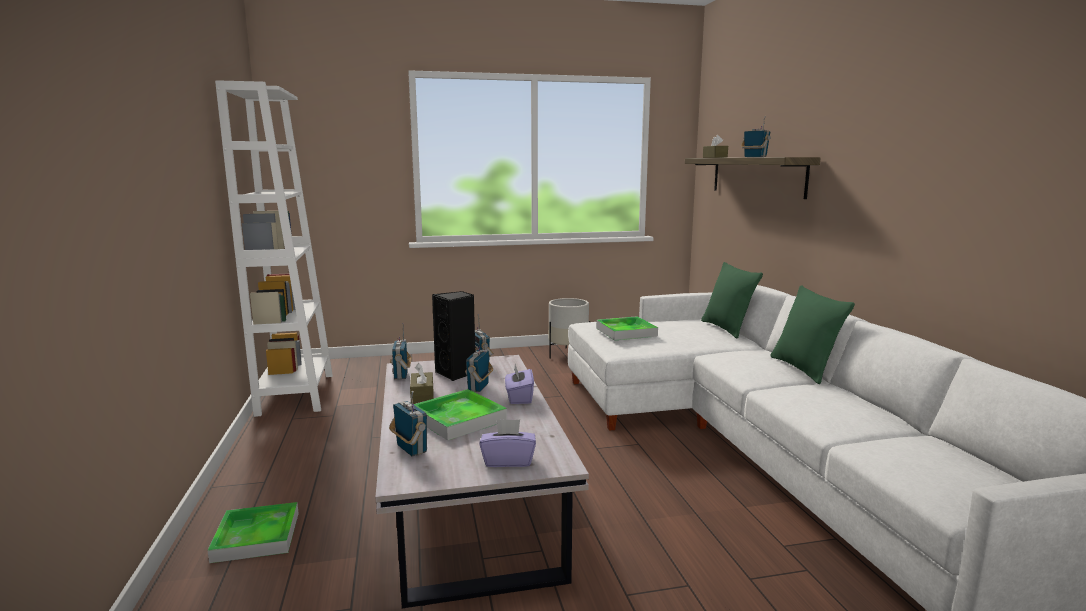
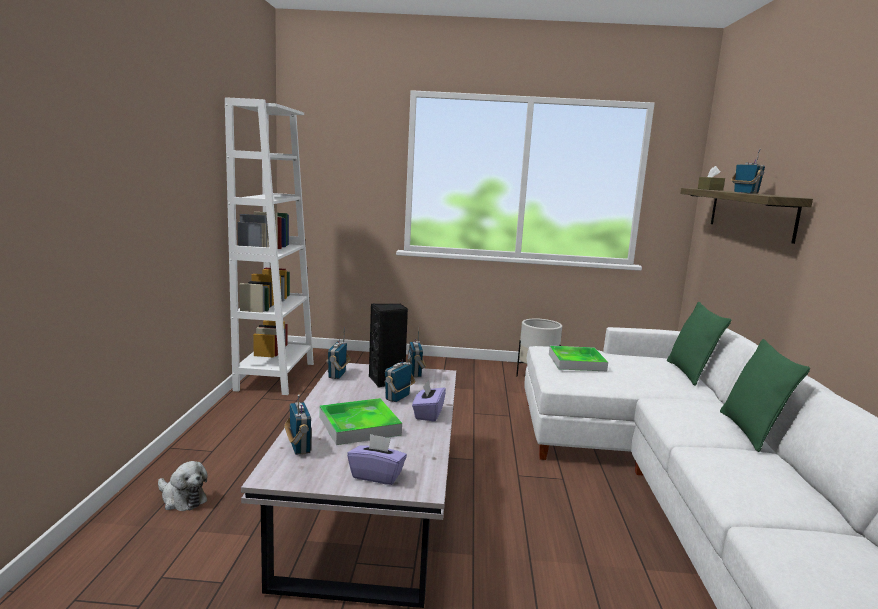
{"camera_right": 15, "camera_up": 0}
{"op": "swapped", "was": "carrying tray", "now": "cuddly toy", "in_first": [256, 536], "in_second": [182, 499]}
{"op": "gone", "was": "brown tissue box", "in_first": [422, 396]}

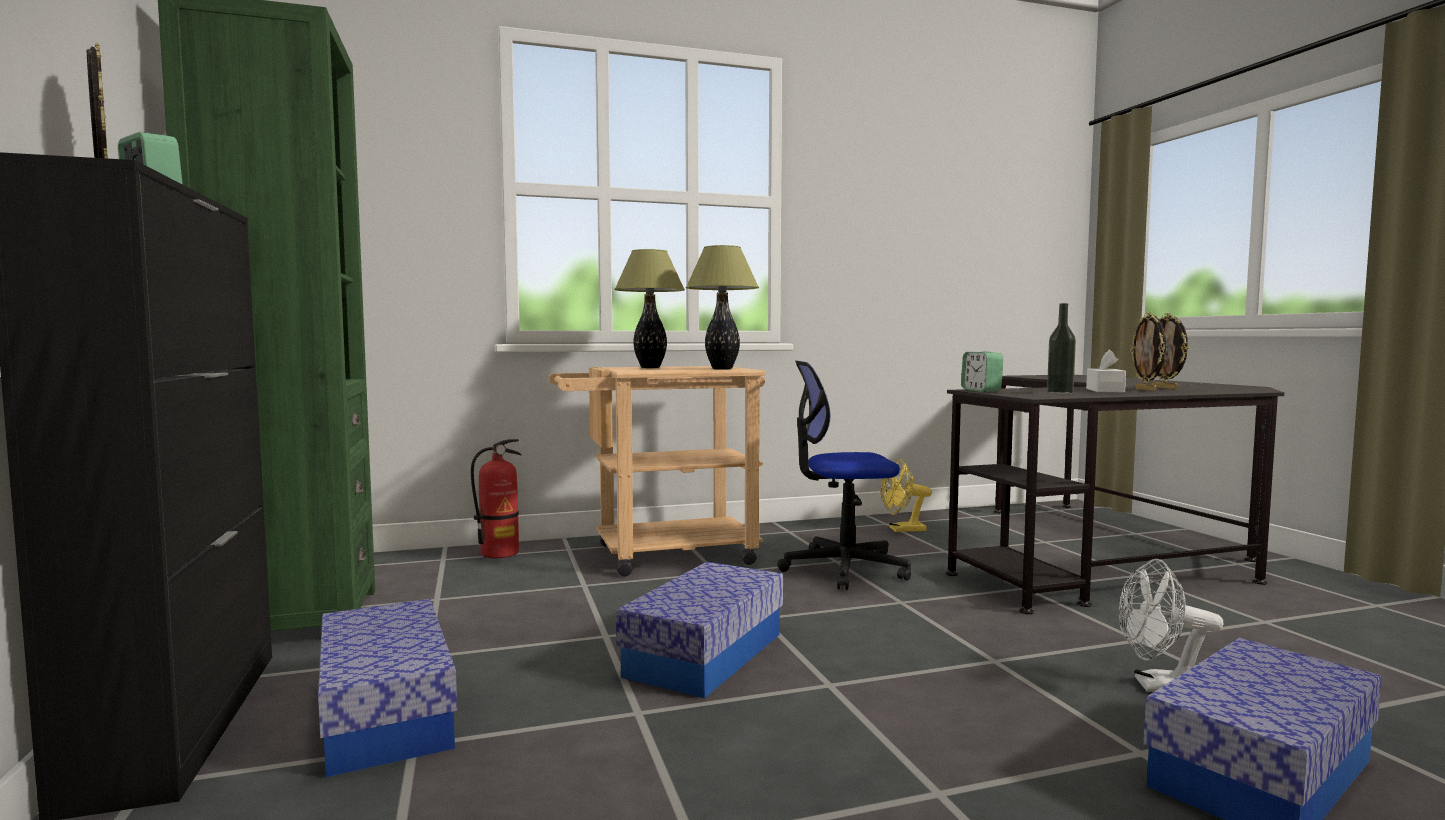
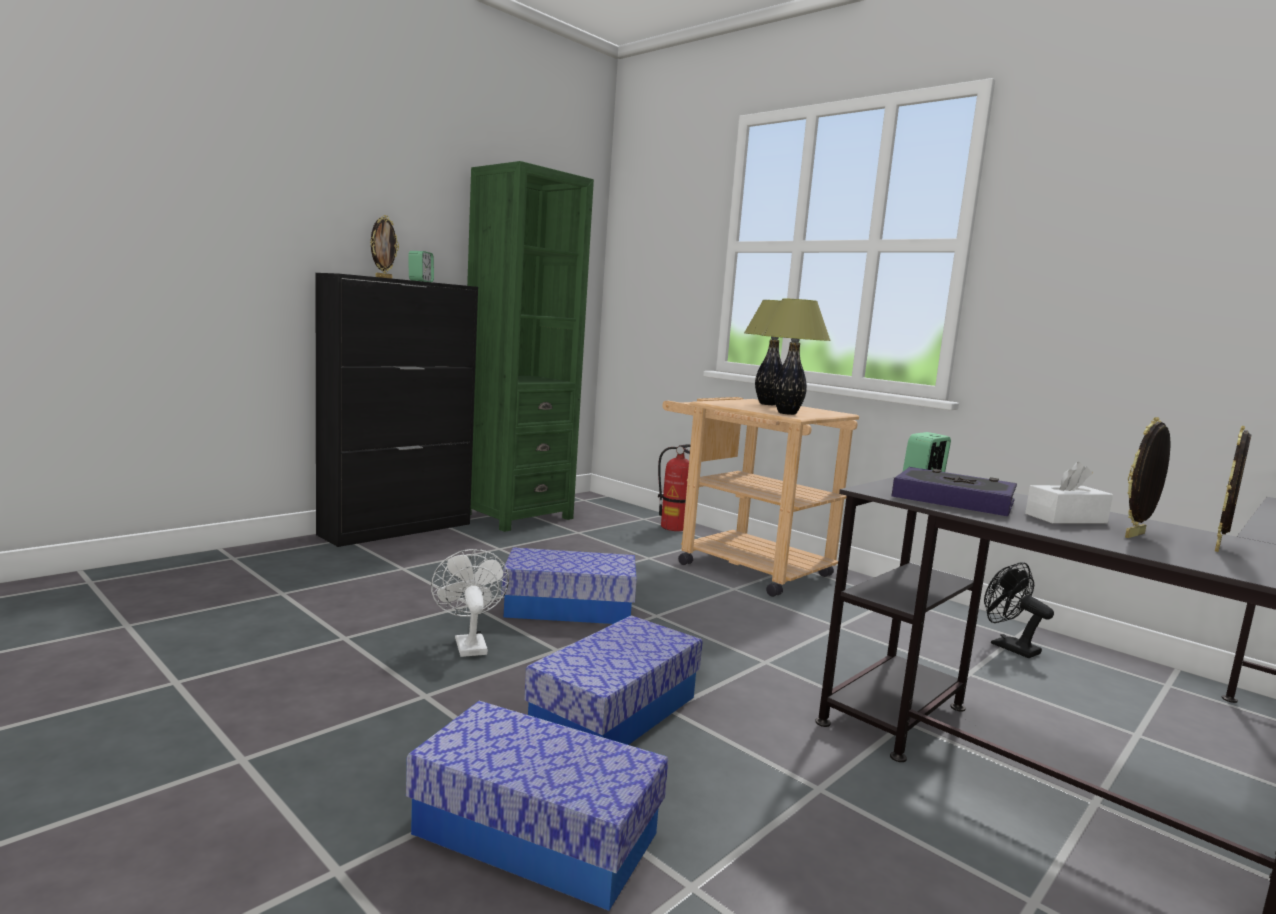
{"camera_right": 60, "camera_up": 5}
{"op": "shifted", "was": "white fan", "in_first": [1160, 686], "in_second": [468, 644]}
{"op": "shifted", "was": "storage box", "in_first": [386, 714], "in_second": [615, 713]}
{"op": "swapped", "was": "drink bottle", "now": "book", "in_first": [1060, 393], "in_second": [953, 500]}
{"op": "repainted", "was": "yellowish fan", "now": "black fan", "in_first": [902, 530], "in_second": [1008, 646]}
{"op": "gone", "was": "desk chair", "in_first": [843, 569]}

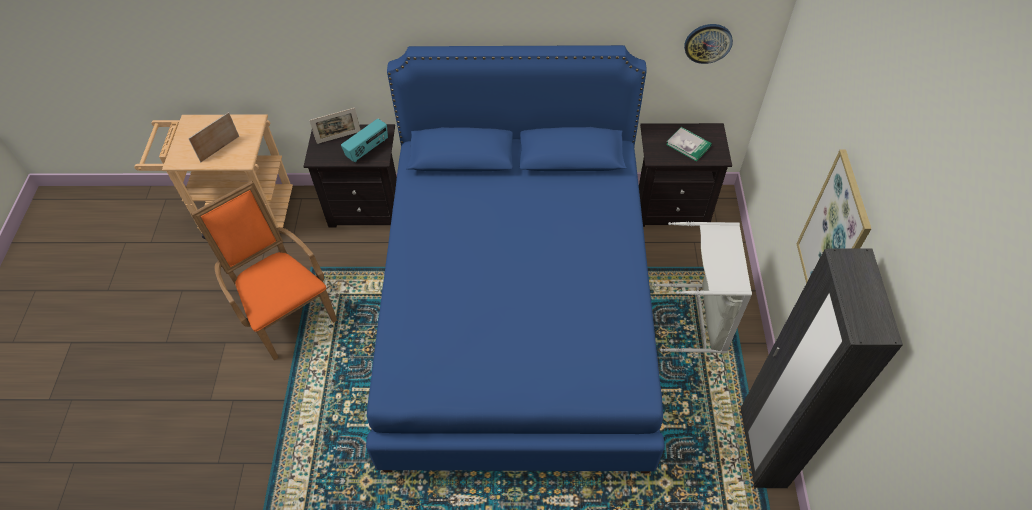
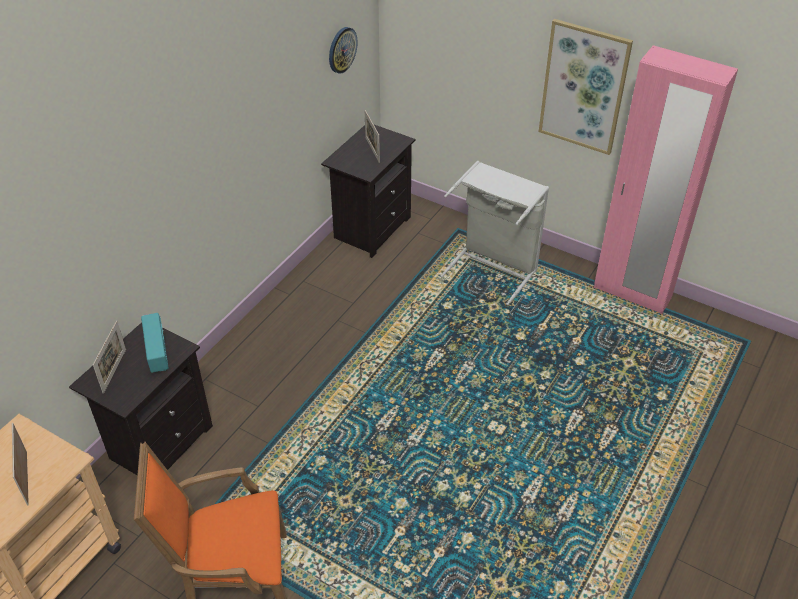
{"camera_right": -60, "camera_up": -10}
{"op": "swapped", "was": "book", "now": "photo frame", "in_first": [688, 145], "in_second": [372, 149]}
{"op": "repainted", "was": "black wardrobe", "now": "pink-coloured wardrobe", "in_first": [761, 448], "in_second": [632, 293]}
{"op": "gone", "was": "blue-coloured sleeping bed", "in_first": [517, 315]}

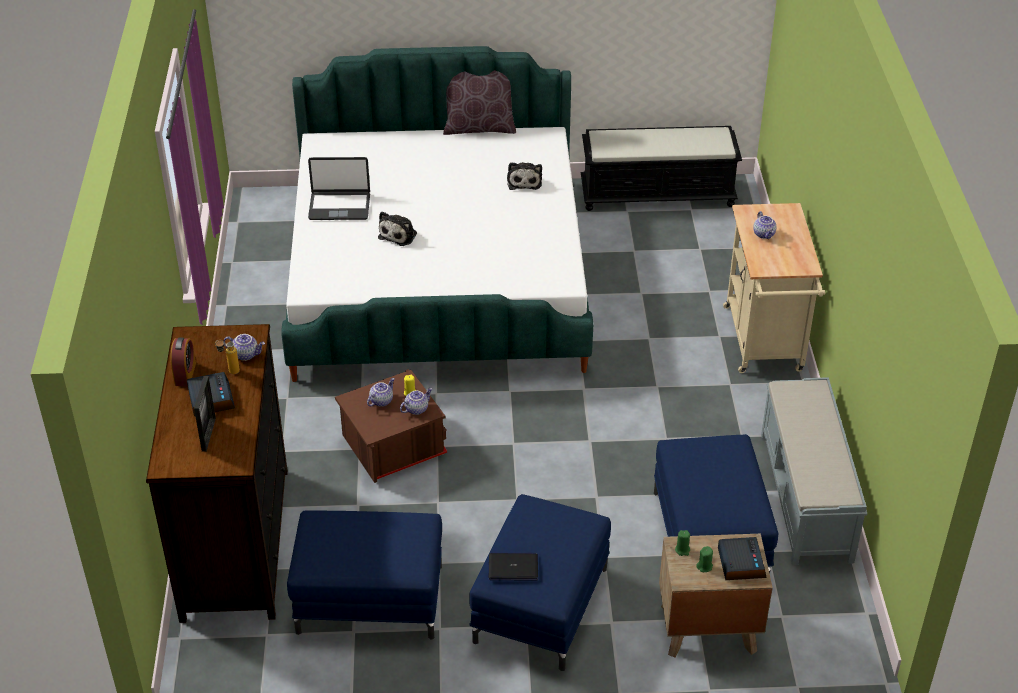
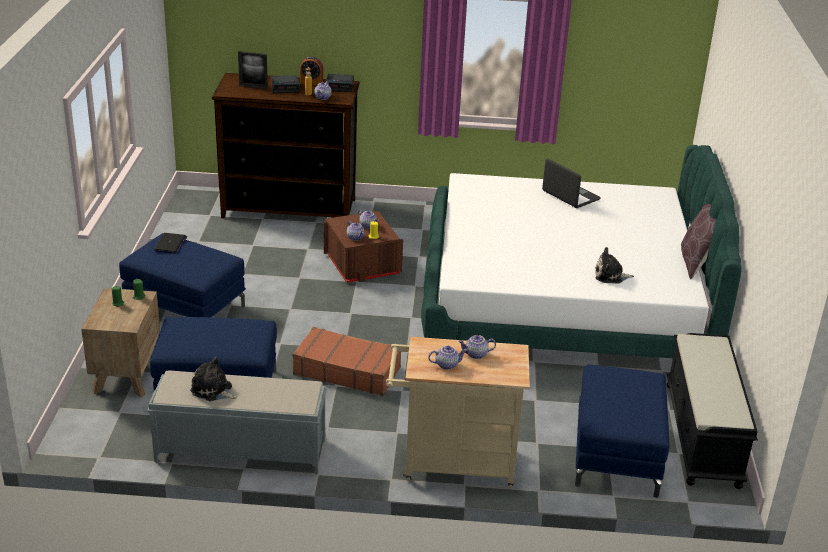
{"camera_right": 95, "camera_up": -10}
{"op": "shifted", "was": "cuddly toy", "in_first": [399, 234], "in_second": [213, 390]}
{"op": "new", "now": "brown piece of luggage", "in_second": [347, 370]}
{"op": "shifted", "was": "table clock", "in_first": [740, 563], "in_second": [340, 86]}
{"op": "new", "now": "pot for tea", "in_second": [446, 364]}
{"op": "rotated", "was": "laptop", "in_first": [339, 206], "in_second": [570, 196], "clockwise": 135}
{"op": "shifted", "was": "blue-coloured ottoman", "in_first": [370, 598], "in_second": [617, 454]}

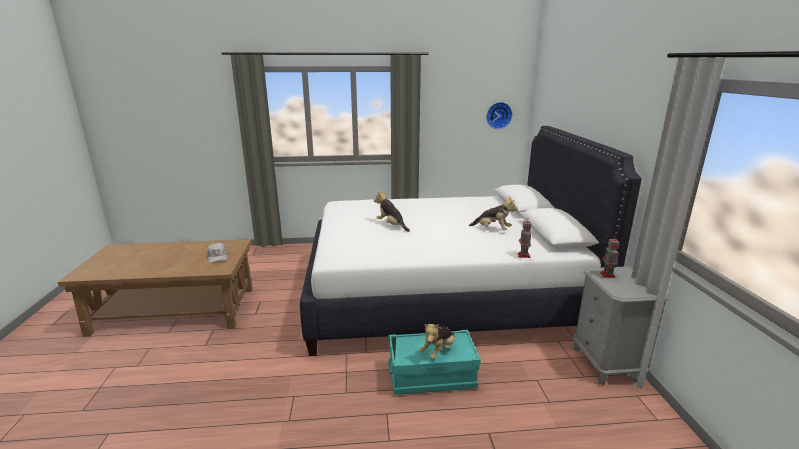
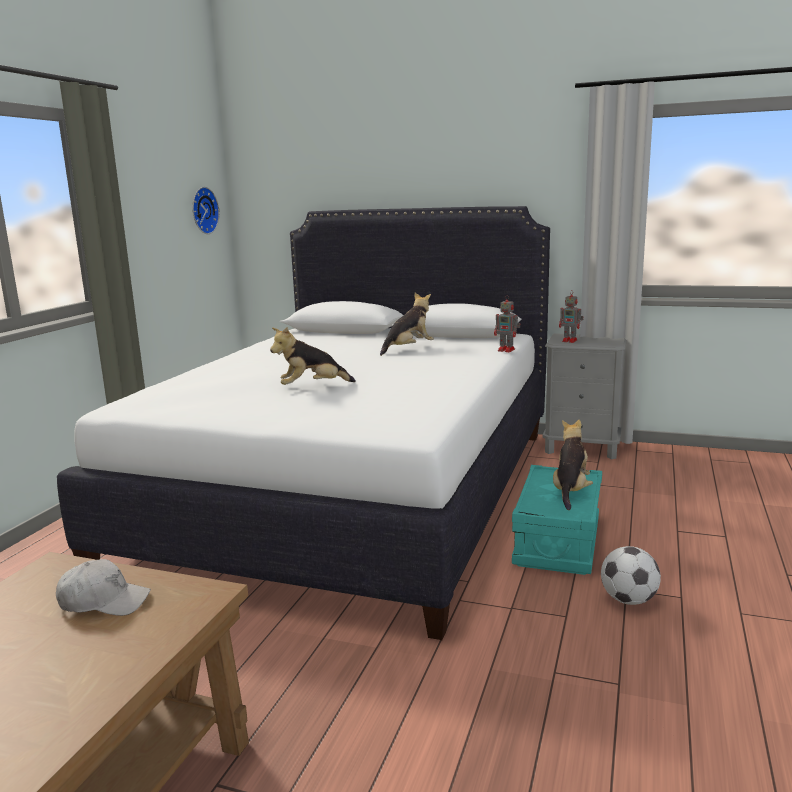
{"camera_right": -65, "camera_up": -5}
{"op": "rotated", "was": "cuddly toy", "in_first": [438, 351], "in_second": [570, 491], "clockwise": -135}
{"op": "new", "now": "ball for football", "in_second": [628, 600]}

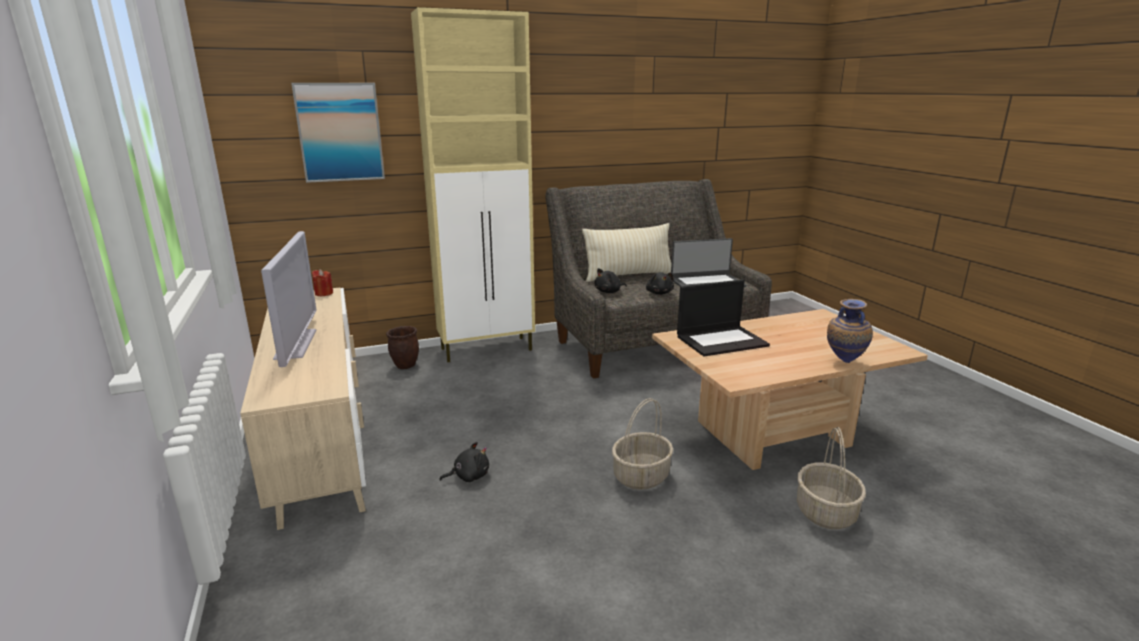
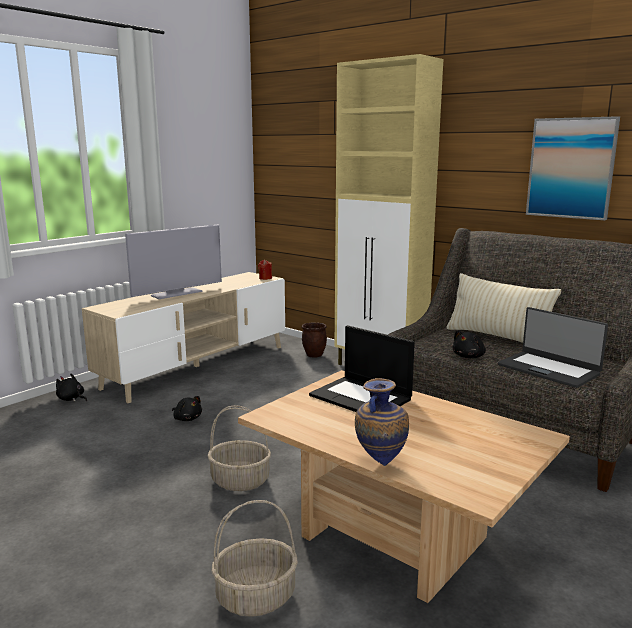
{"camera_right": 60, "camera_up": -5}
{"op": "shifted", "was": "black cuddly toy", "in_first": [609, 292], "in_second": [71, 399]}
{"op": "shifted", "was": "wall picture", "in_first": [340, 132], "in_second": [571, 168]}

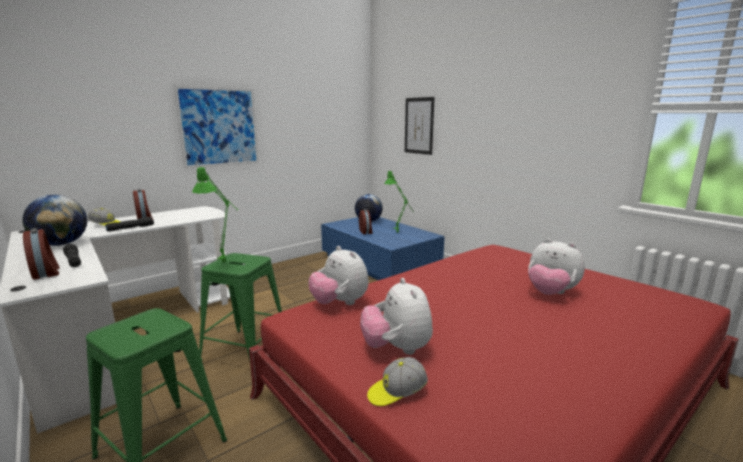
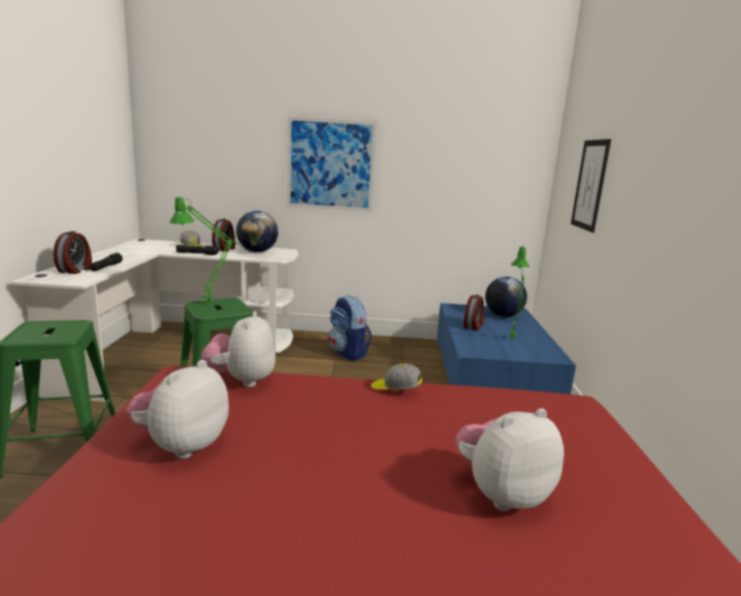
{"camera_right": 40, "camera_up": 0}
{"op": "shifted", "was": "world globe", "in_first": [61, 244], "in_second": [257, 251]}
{"op": "new", "now": "knapsack", "in_second": [348, 353]}
{"op": "shifted", "was": "peaked cap", "in_first": [396, 393], "in_second": [395, 389]}
{"op": "rotated", "was": "cuddly toy", "in_first": [550, 293], "in_second": [501, 494], "clockwise": 75}

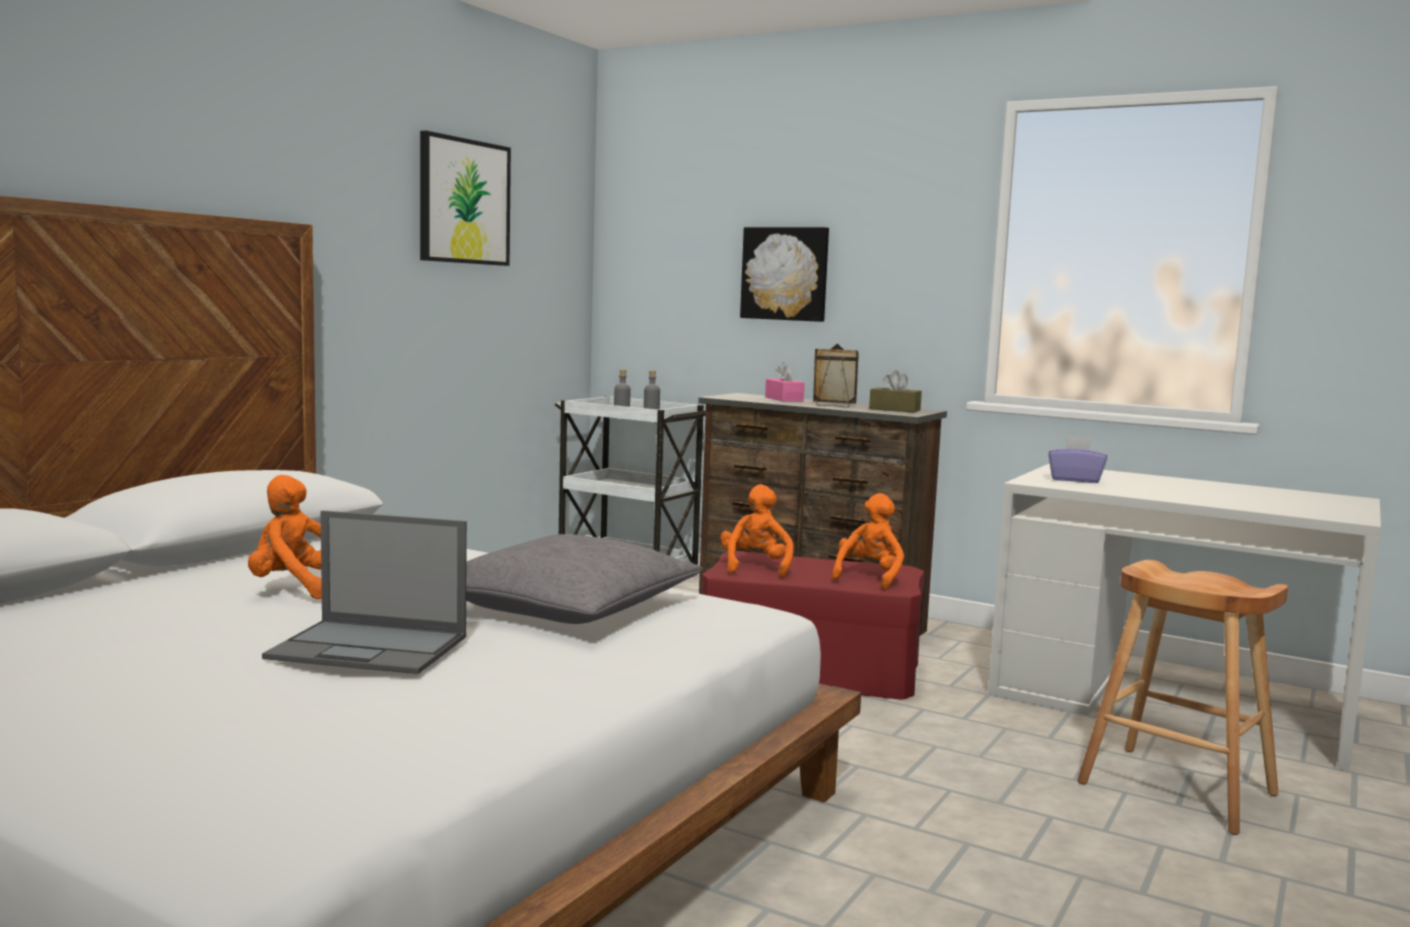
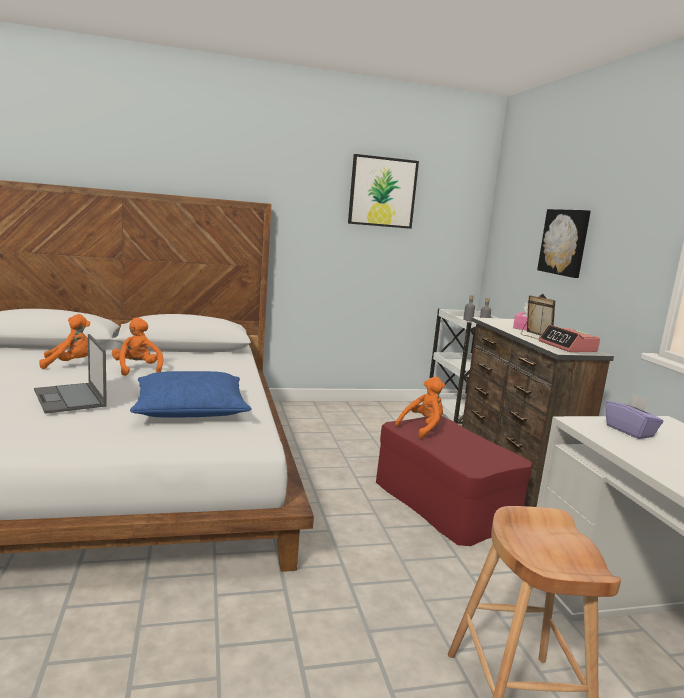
{"camera_right": 45, "camera_up": 5}
{"op": "shifted", "was": "orangey cuddly toy", "in_first": [869, 578], "in_second": [70, 364]}
{"op": "repainted", "was": "greyish throw pillow", "now": "blue-coloured throw pillow", "in_first": [567, 607], "in_second": [190, 409]}
{"op": "swapped", "was": "brown tissue box", "now": "table clock", "in_first": [894, 409], "in_second": [568, 347]}

